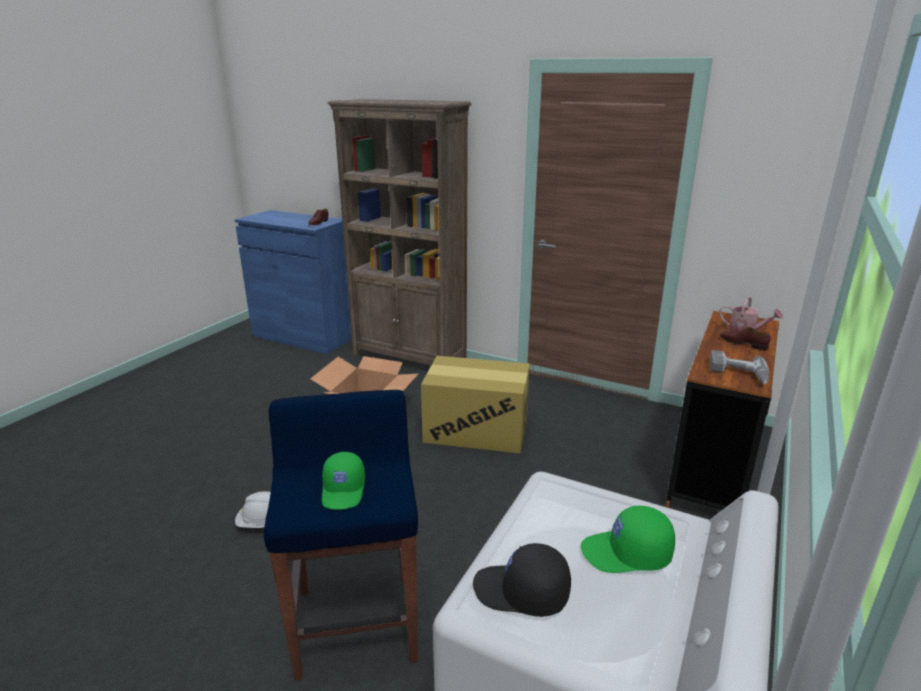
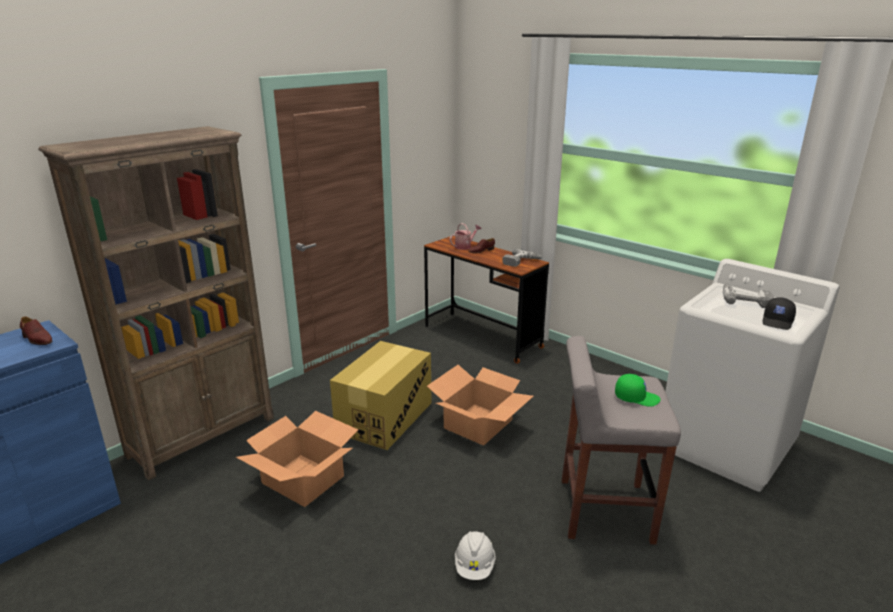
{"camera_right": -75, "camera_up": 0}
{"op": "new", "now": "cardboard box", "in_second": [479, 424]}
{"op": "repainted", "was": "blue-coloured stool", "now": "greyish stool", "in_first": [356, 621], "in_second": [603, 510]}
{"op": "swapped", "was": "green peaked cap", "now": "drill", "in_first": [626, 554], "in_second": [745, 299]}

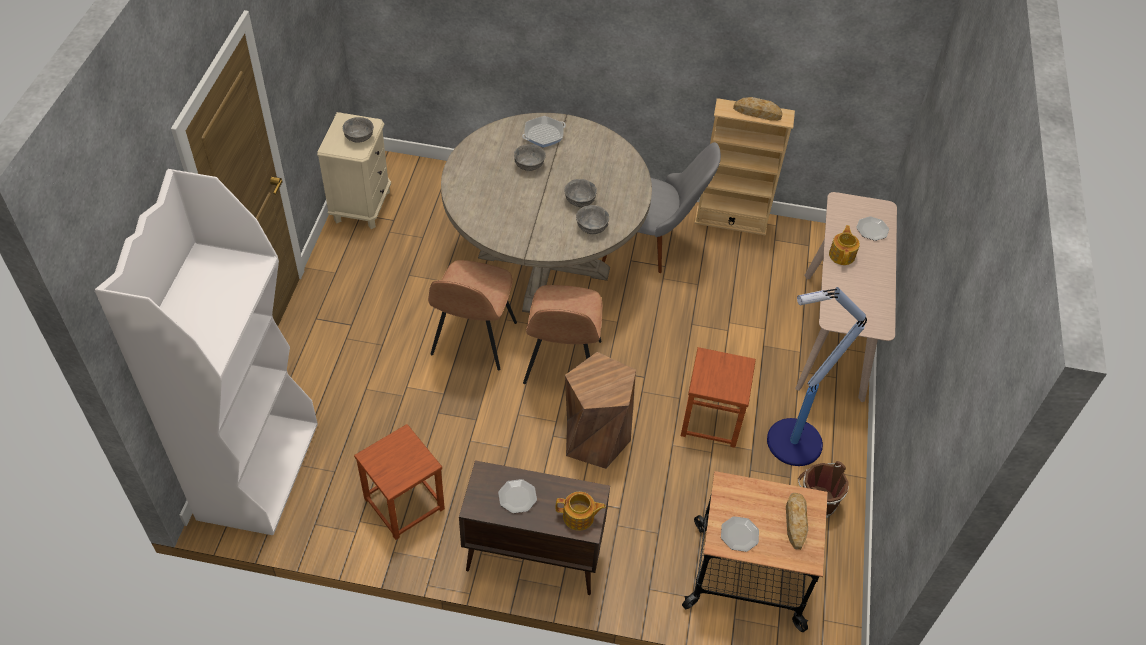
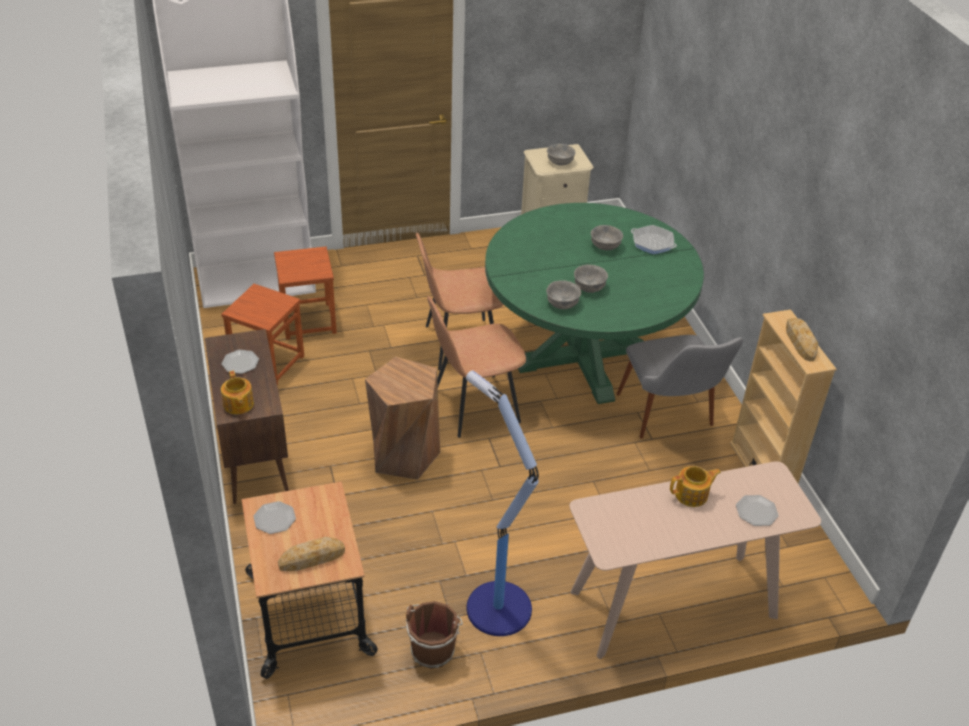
{"camera_right": 65, "camera_up": -10}
{"op": "shifted", "was": "brown stool", "in_first": [712, 419], "in_second": [309, 320]}
{"op": "repainted", "was": "beige-coloured dinner table", "now": "green dinner table", "in_first": [544, 263], "in_second": [582, 357]}

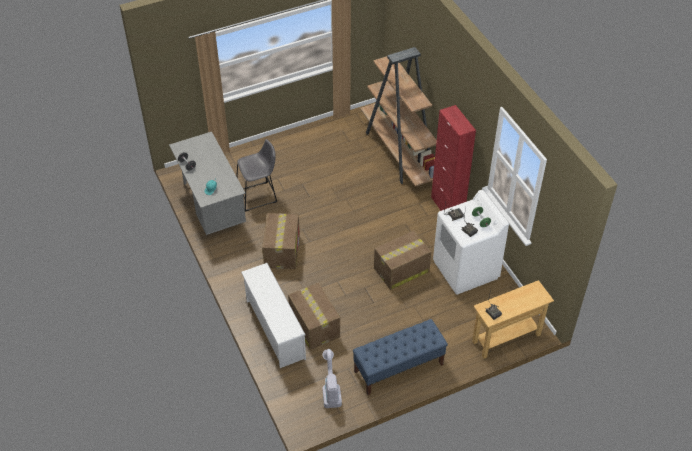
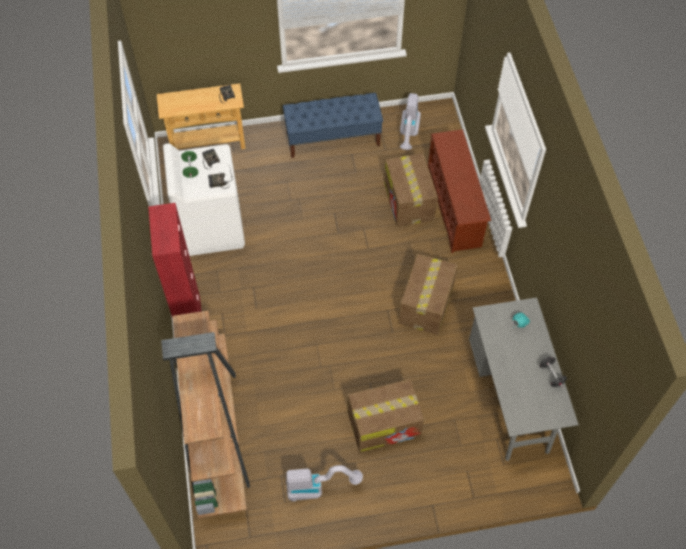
{"camera_right": -165, "camera_up": 10}
{"op": "new", "now": "hoover", "in_second": [317, 487]}
{"op": "shifted", "was": "cardboard box", "in_first": [400, 270], "in_second": [385, 424]}
{"op": "repainted", "was": "white shoe rack", "now": "brown shoe rack", "in_first": [274, 329], "in_second": [455, 207]}
{"op": "gone", "was": "greyish stool", "in_first": [258, 196]}

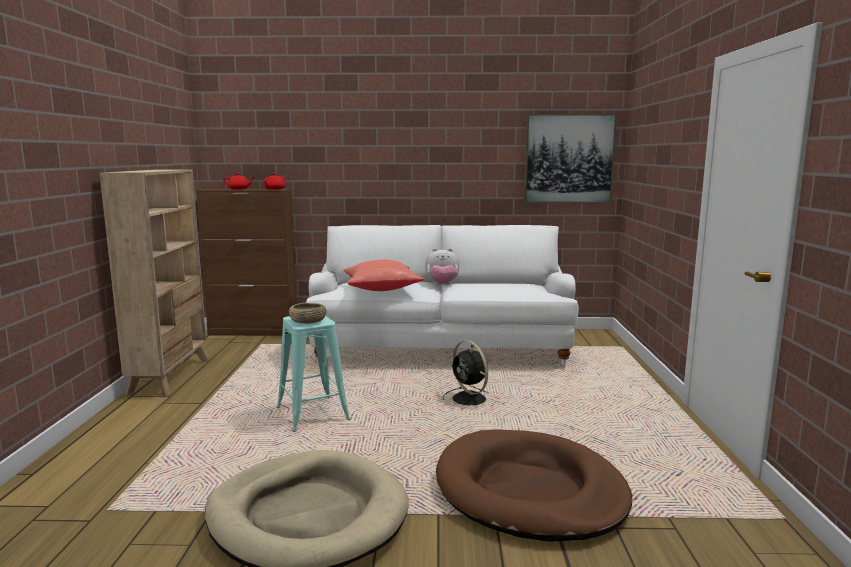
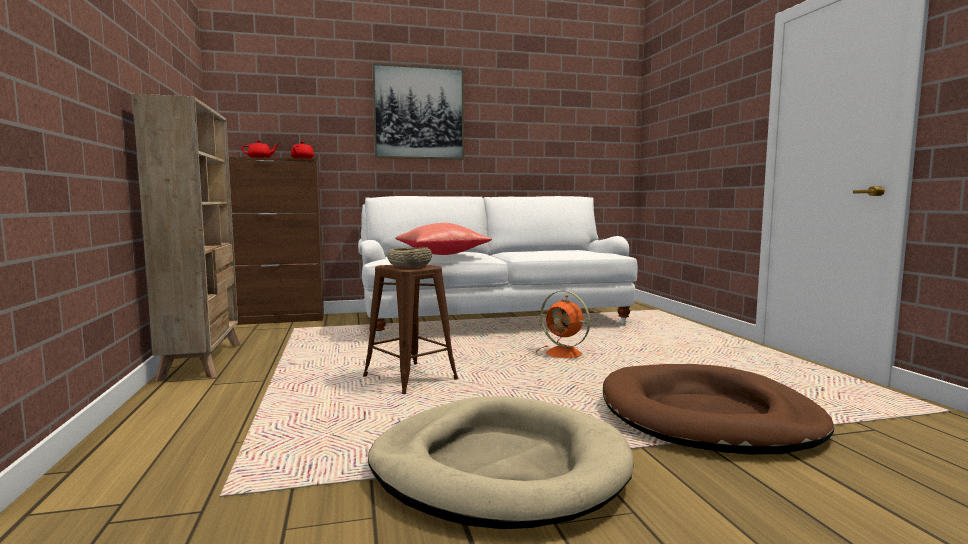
{"camera_right": -15, "camera_up": -5}
{"op": "repainted", "was": "turquoise stool", "now": "brown stool", "in_first": [312, 414], "in_second": [410, 378]}
{"op": "shifted", "was": "wall picture", "in_first": [569, 159], "in_second": [419, 113]}
{"op": "repainted", "was": "black fan", "now": "orangey fan", "in_first": [470, 400], "in_second": [565, 354]}
{"op": "gone", "was": "cuddly toy", "in_first": [442, 285]}

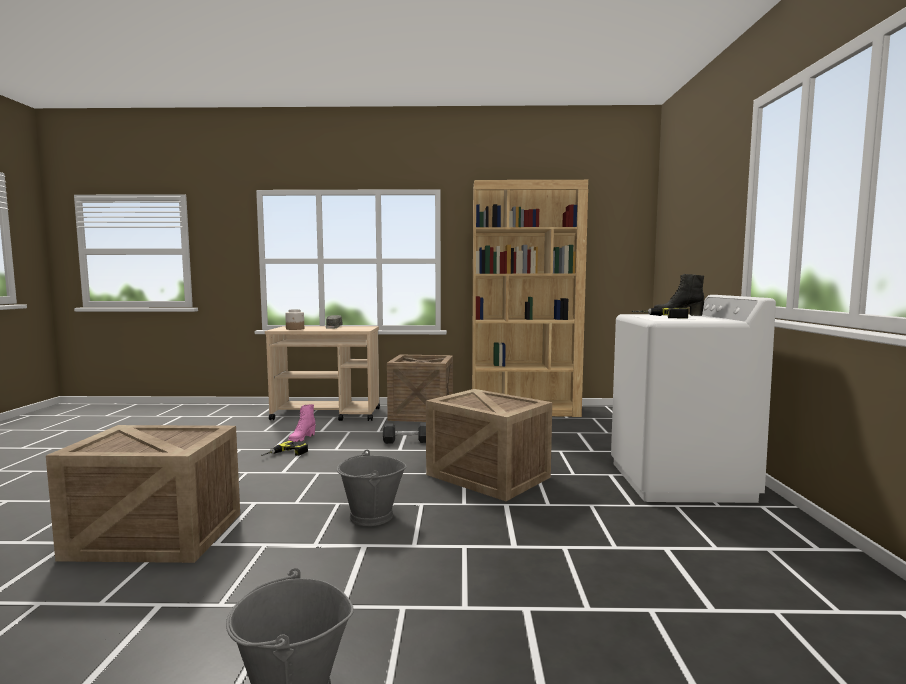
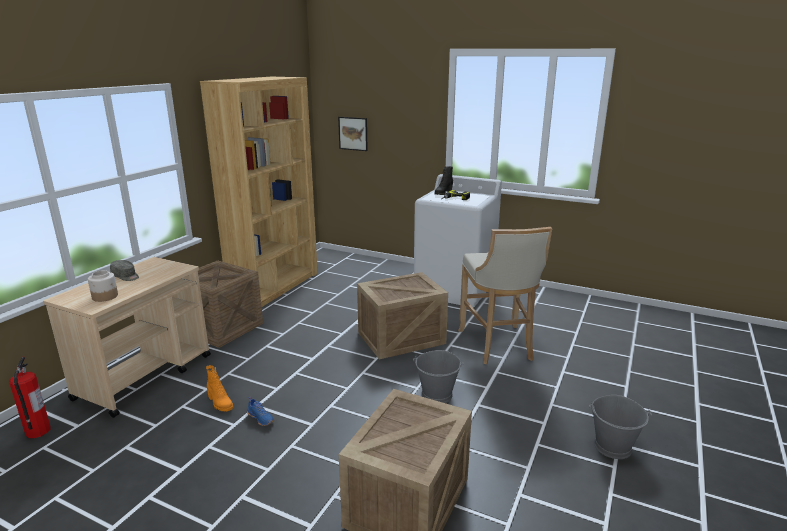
{"camera_right": -65, "camera_up": 15}
{"op": "new", "now": "extinguisher", "in_second": [38, 431]}
{"op": "repainted", "was": "pink-coloured tall boot", "now": "orangey tall boot", "in_first": [301, 439], "in_second": [220, 403]}
{"op": "swapped", "was": "drill", "now": "blue-coloured item of footwear", "in_first": [285, 454], "in_second": [261, 418]}
{"op": "new", "now": "wall picture", "in_second": [353, 133]}
{"op": "new", "now": "beige-coloured stool", "in_second": [498, 346]}
{"op": "gone", "was": "black hand weight", "in_first": [406, 441]}

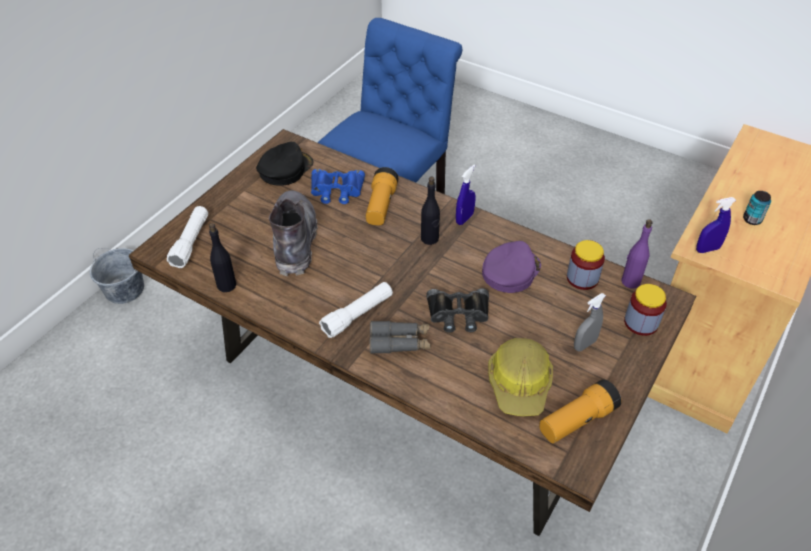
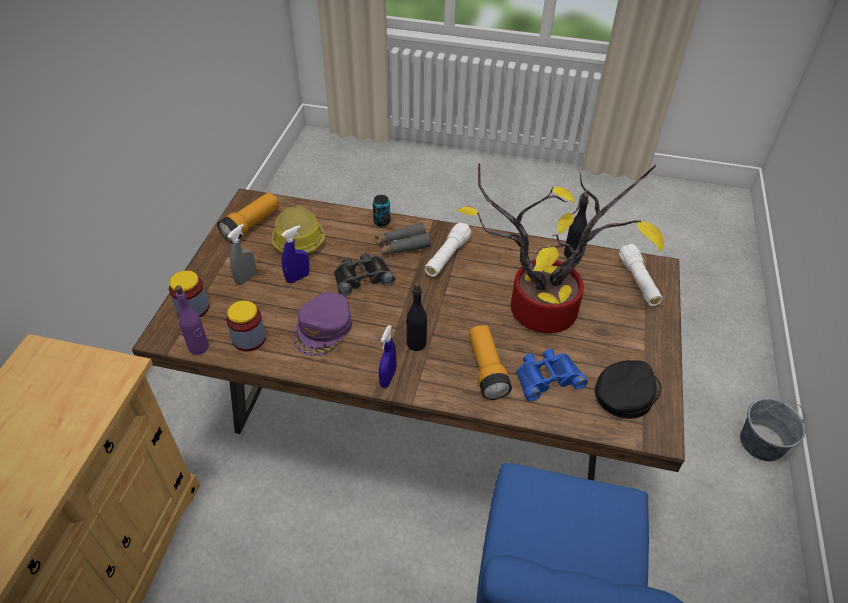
{"camera_right": 160, "camera_up": 0}
{"op": "shifted", "was": "blue-coloured spray bottle", "in_first": [707, 249], "in_second": [298, 278]}
{"op": "shifted", "was": "sealed can", "in_first": [752, 219], "in_second": [382, 221]}
{"op": "swapped", "was": "greyish tall boot", "now": "plant in a pot", "in_first": [294, 241], "in_second": [547, 307]}
{"op": "rotated", "was": "black peaked cap", "in_first": [285, 169], "in_second": [626, 391], "clockwise": -150}

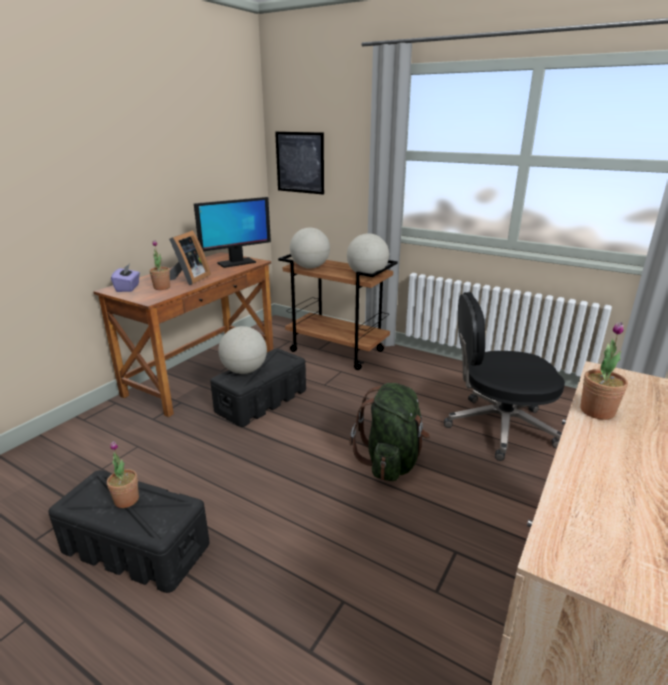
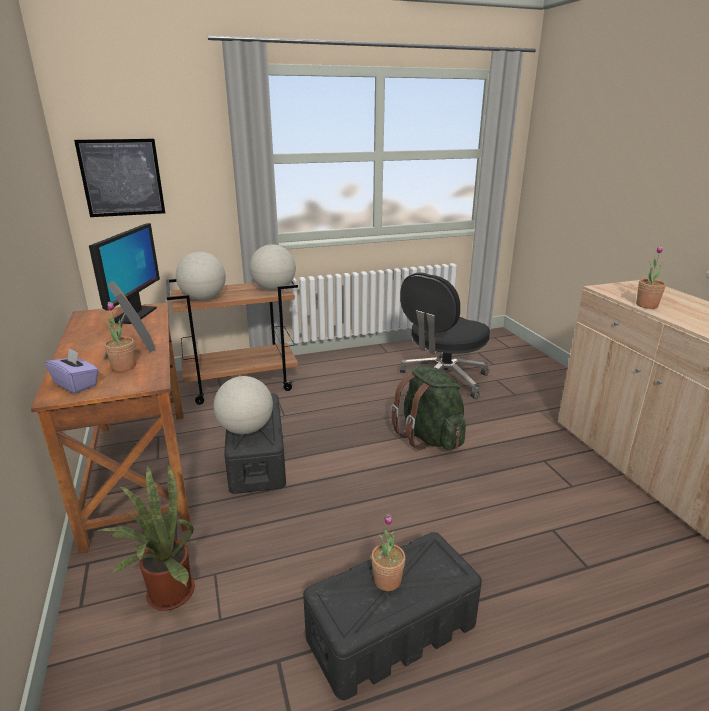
{"camera_right": -50, "camera_up": 0}
{"op": "new", "now": "plant in a pot", "in_second": [165, 594]}

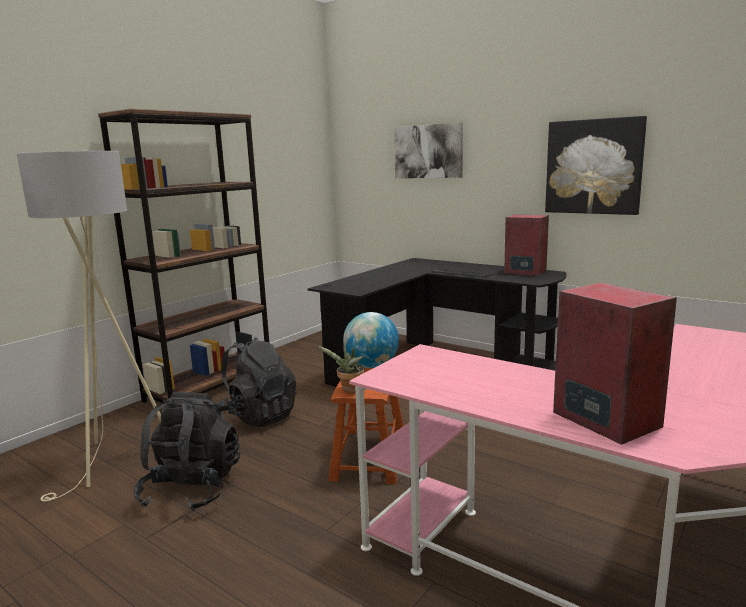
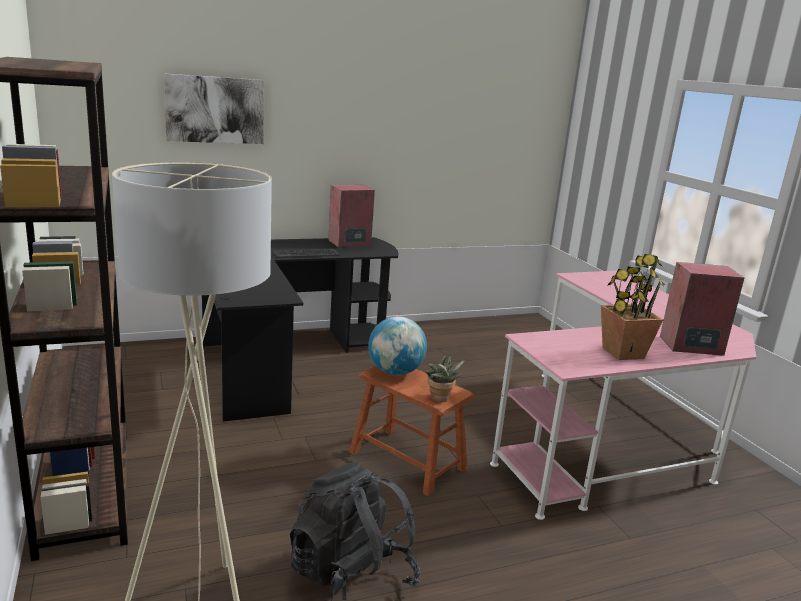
{"camera_right": -60, "camera_up": 5}
{"op": "new", "now": "plant in a pot", "in_second": [622, 353]}
{"op": "gone", "was": "black knapsack", "in_first": [258, 416]}
{"op": "gone", "was": "wall picture", "in_first": [593, 167]}

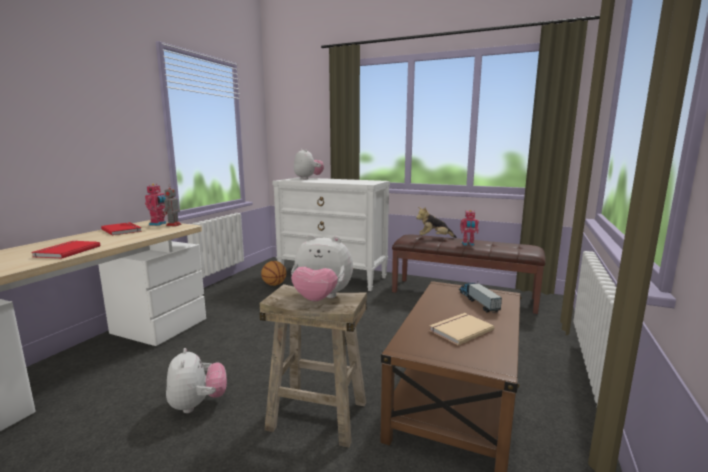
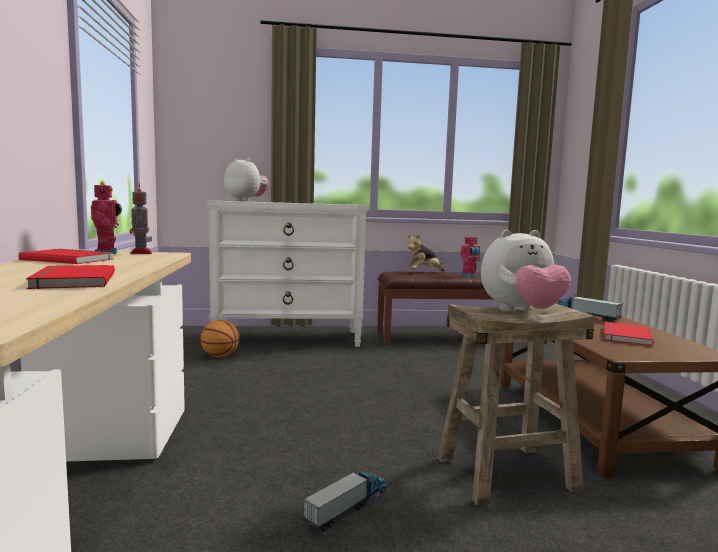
{"camera_right": -30, "camera_up": -5}
{"op": "swapped", "was": "cuddly toy", "now": "model truck", "in_first": [198, 404], "in_second": [348, 507]}
{"op": "repainted", "was": "beige-coloured book", "now": "red-coloured book", "in_first": [459, 330], "in_second": [624, 336]}

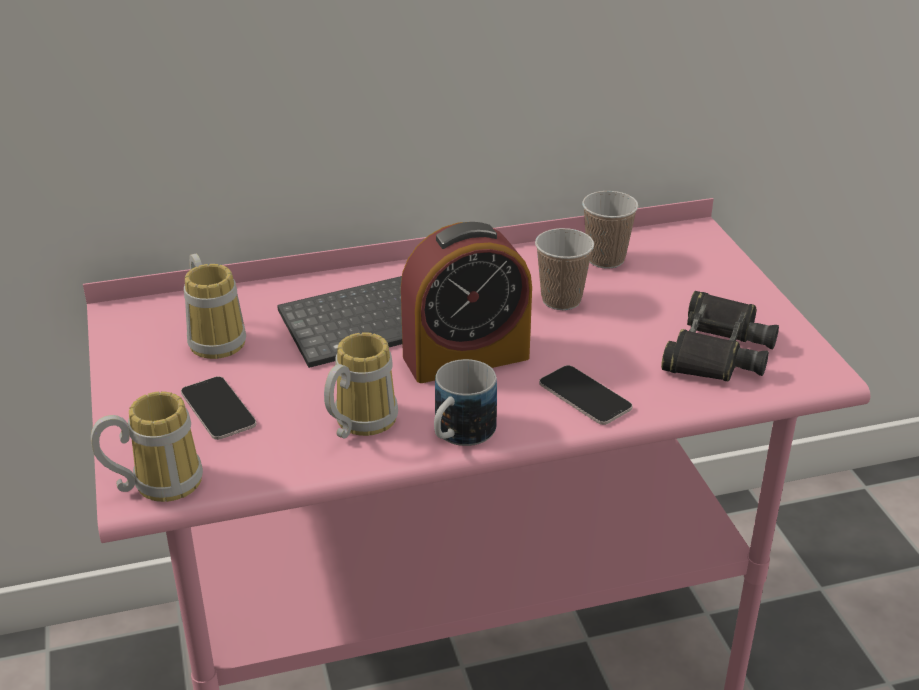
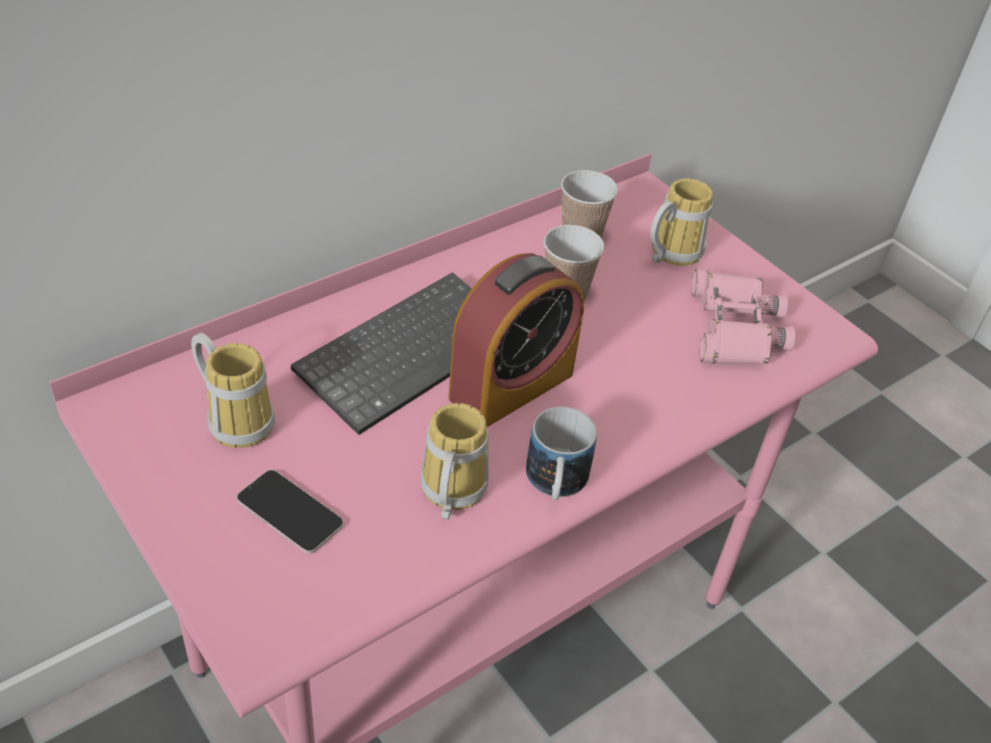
{"camera_right": -25, "camera_up": 10}
{"op": "shifted", "was": "tea mug", "in_first": [158, 482], "in_second": [669, 253]}
{"op": "repainted", "was": "black binoculars", "now": "pink-coloured binoculars", "in_first": [716, 350], "in_second": [734, 328]}
{"op": "gone", "was": "handset", "in_first": [585, 396]}

